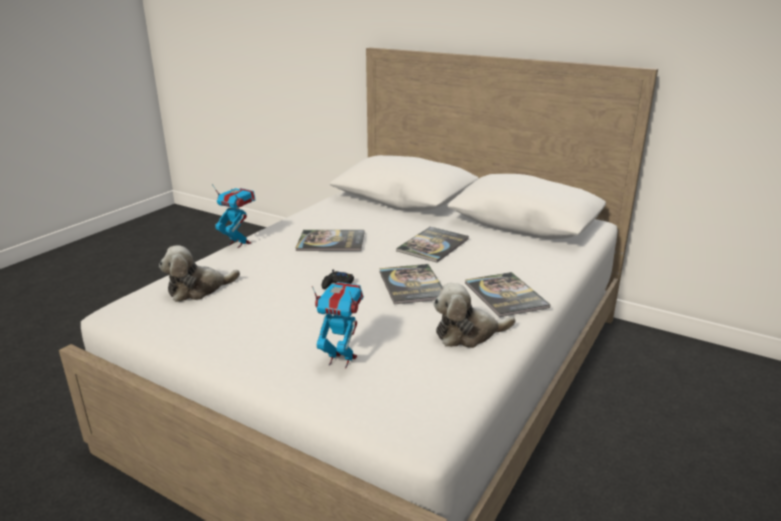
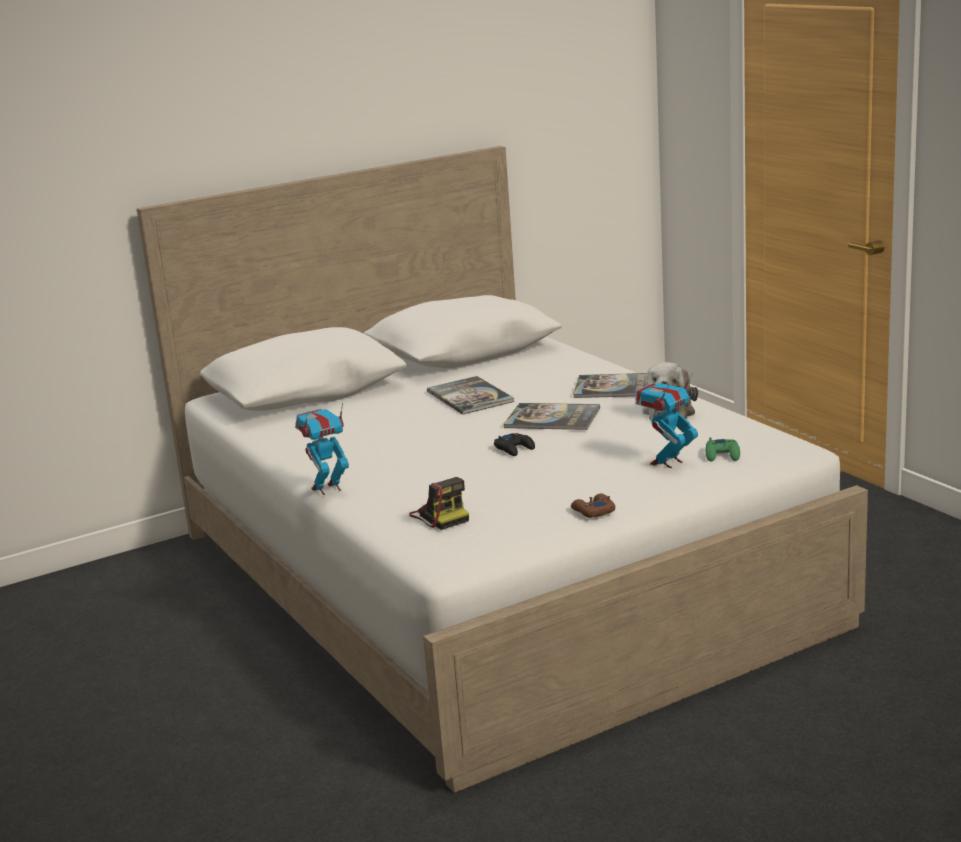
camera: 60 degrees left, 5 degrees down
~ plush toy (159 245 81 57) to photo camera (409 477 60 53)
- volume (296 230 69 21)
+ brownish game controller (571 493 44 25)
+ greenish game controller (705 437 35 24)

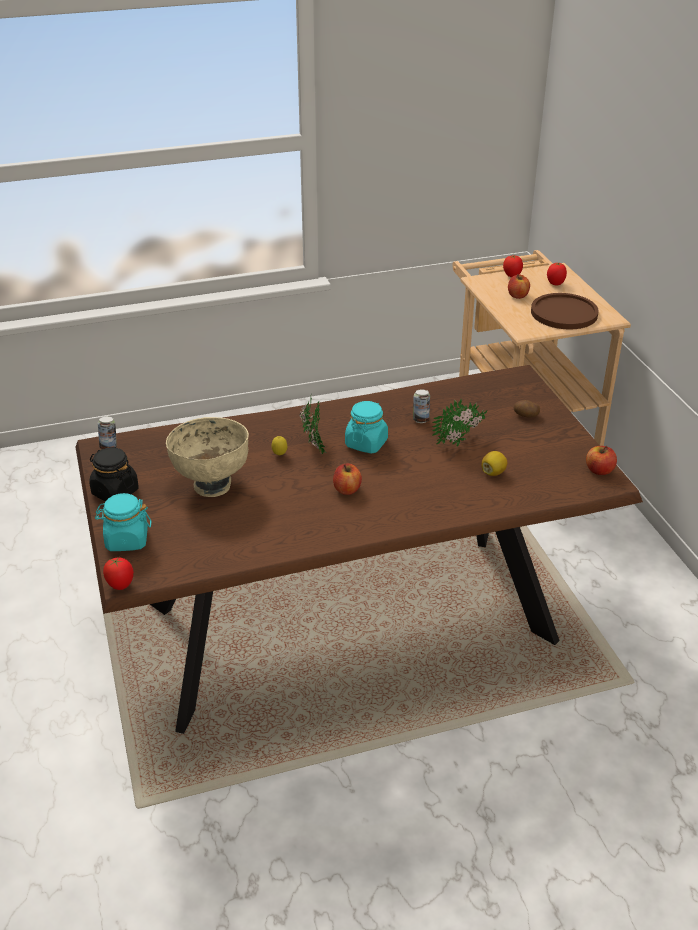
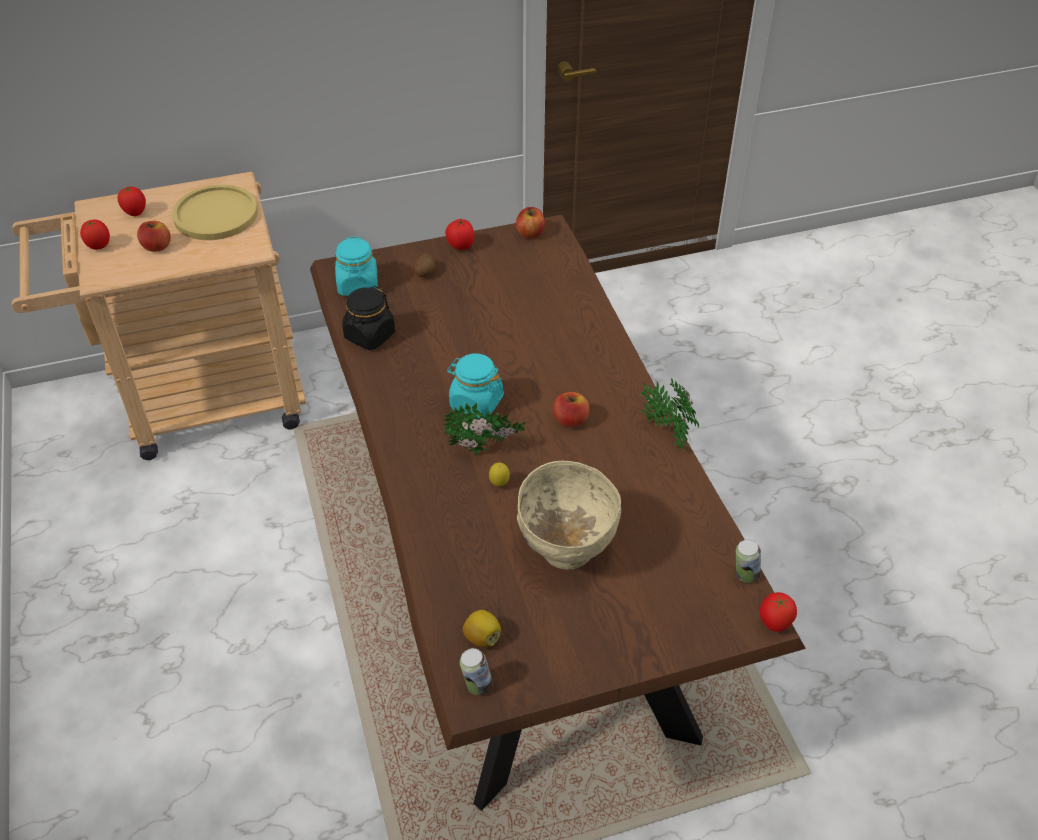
camera: 90 degrees left, 10 degrees up
~ blackish storage jar (89 447 50 54) to (342 286 53 64)
~ blue-green storage jar (95 493 56 58) to (335 236 42 60)
~ metal can (413 389 17 34) to (736 539 25 44)
~ potted plant (432 399 55 48) to (640 378 59 73)
~ citrus fruit (481 451 26 25) to (463 610 38 37)
~ brownish flat dish (531 293 68 36) to yellow flat dish (172 185 86 55)
+ whole tomato (445 218 30 32)

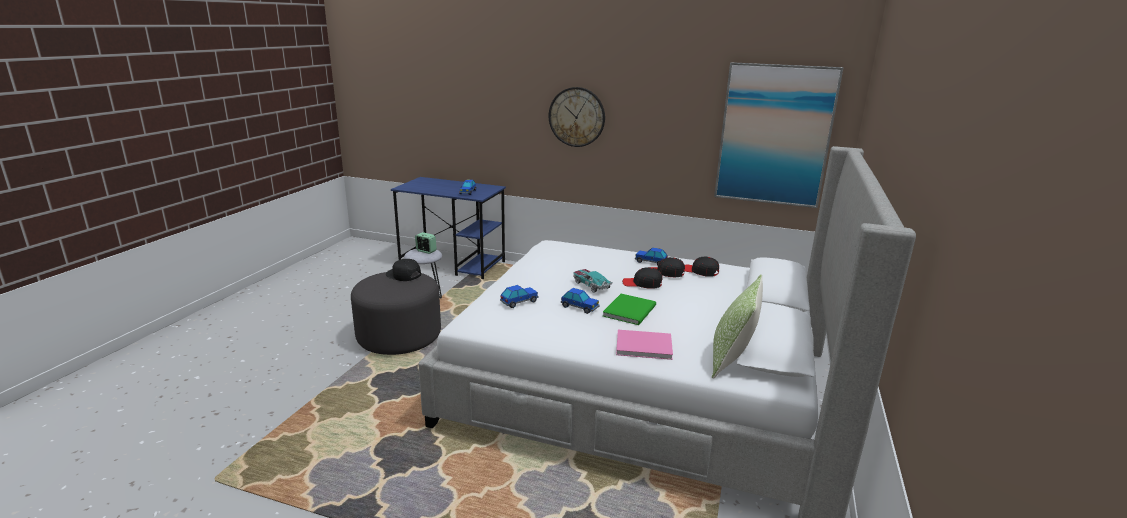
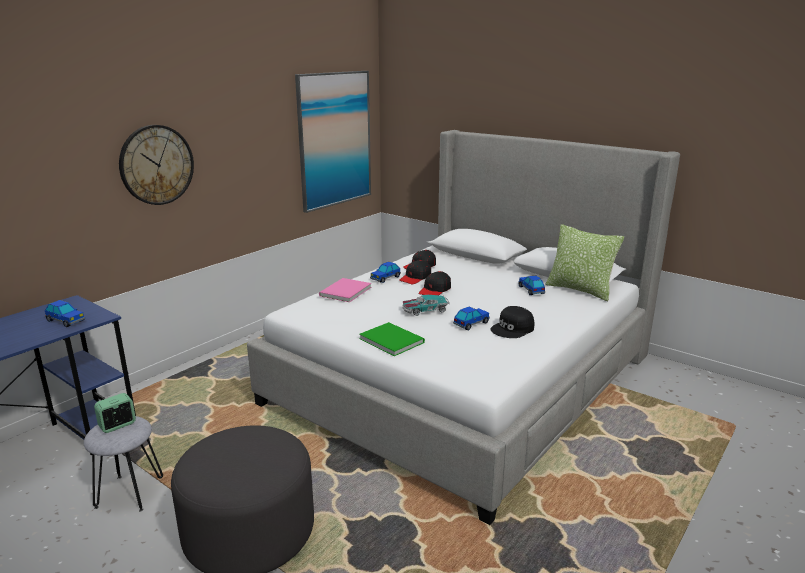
camera: 70 degrees left, 0 degrees up
~ blackish cap (386 259 35 22) to (490 306 44 32)
~ miniature car (500 285 38 23) to (518 276 27 19)
~ greenish volume (603 294 53 31) to (359 322 66 34)
~ pink volume (616 330 57 30) to (319 278 52 24)

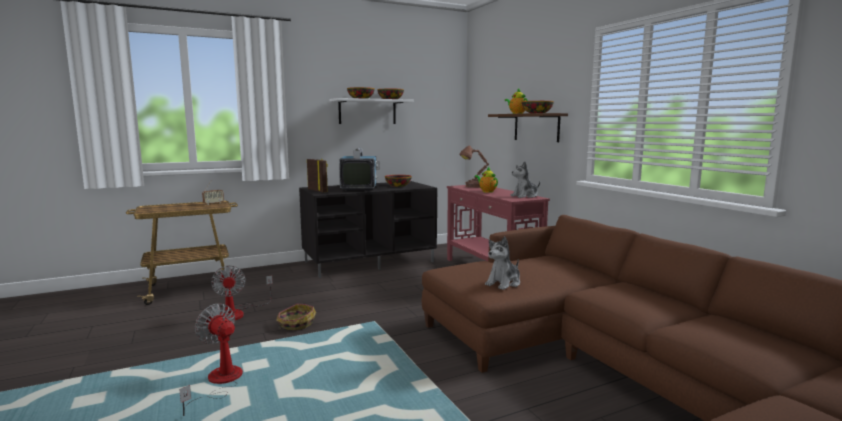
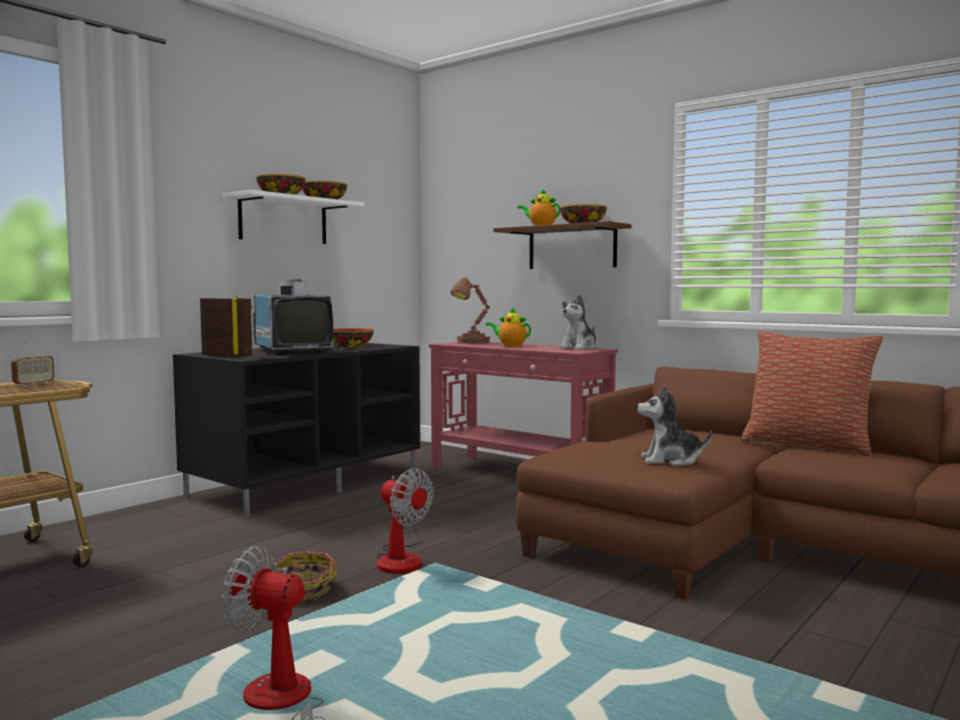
camera: 25 degrees left, 5 degrees down
~ fan (211 266 62 54) to (376 468 58 106)
~ plush toy (485 236 35 54) = (637 385 75 81) 75 degrees clockwise
+ throw pillow (741 331 142 125)

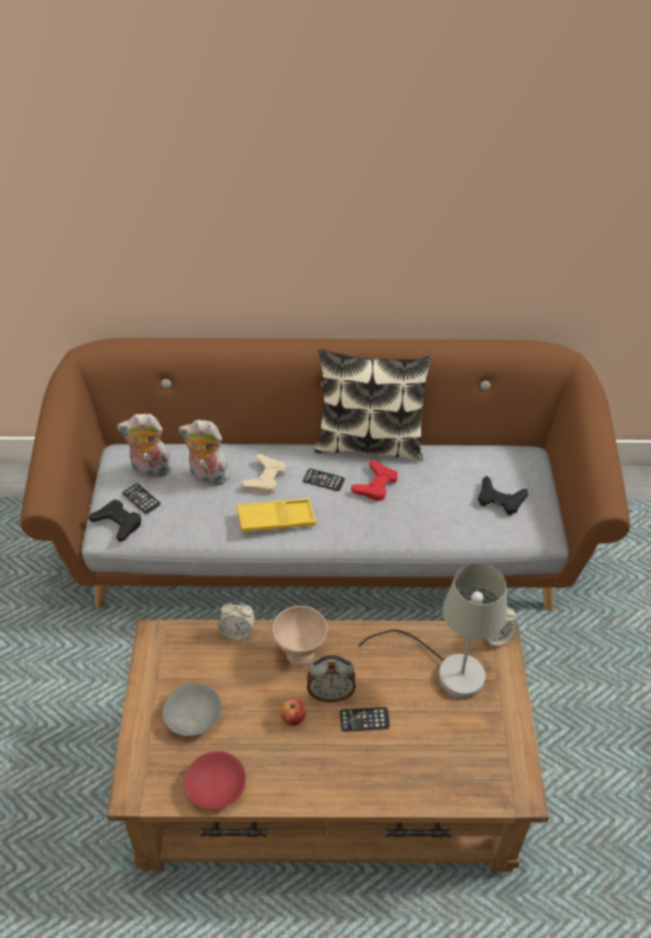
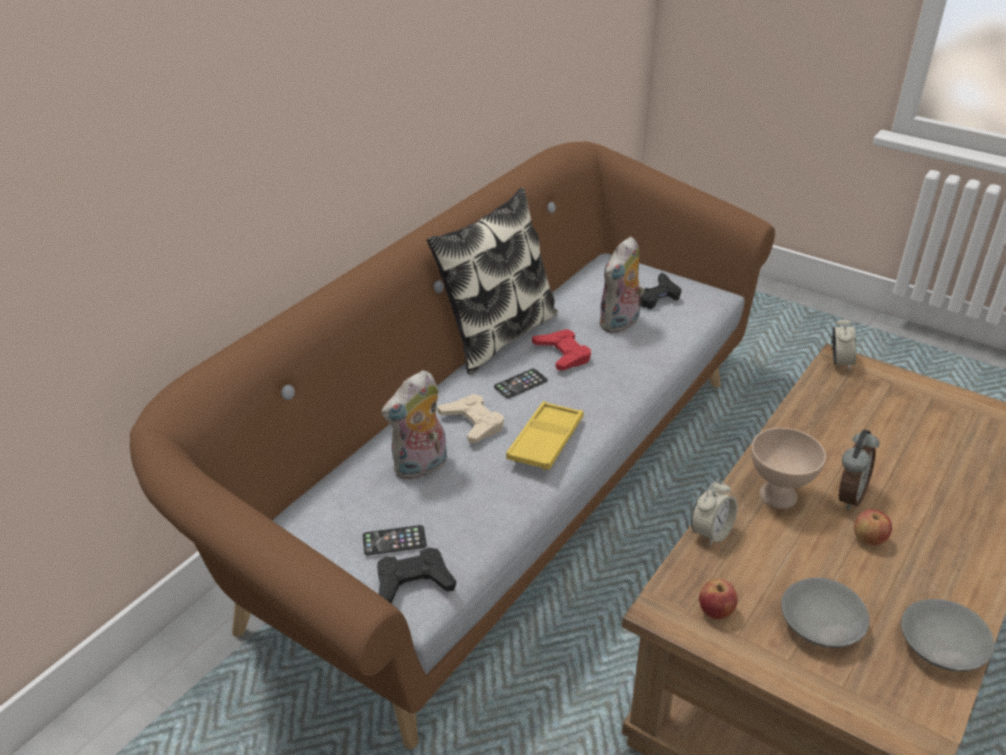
camera: 55 degrees left, 10 degrees down
~ plush toy (117 414 55 64) to (598 237 46 96)
~ red bowl (183 751 63 59) to gray bowl (901 599 93 72)
- telephone (340 707 50 25)
- gray lamp for a table (359 563 148 136)
+ apple fruit (699 579 39 41)

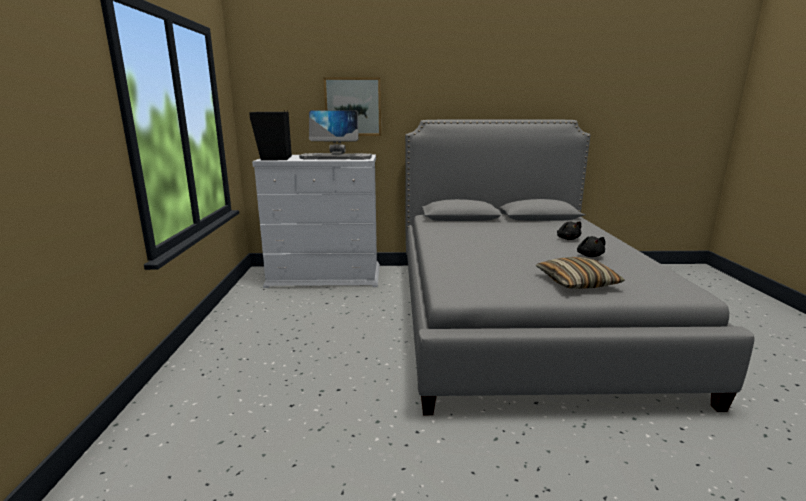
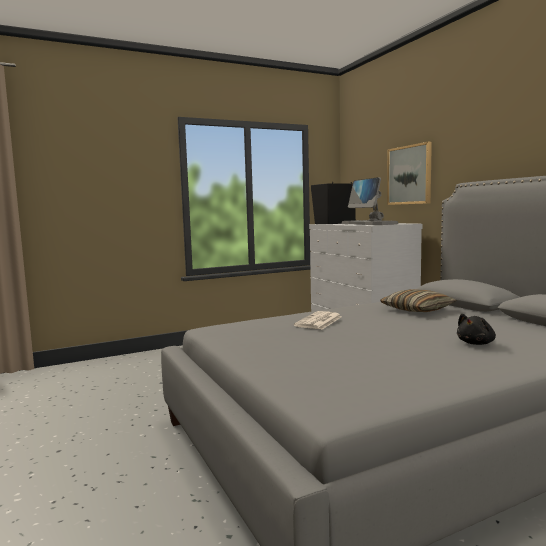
camera: 65 degrees right, 10 degrees down
~ throw pillow (535 257 90 32) to (380 289 77 23)
- blackish plush toy (577 236 28 21)
+ daily paper (294 311 48 18)

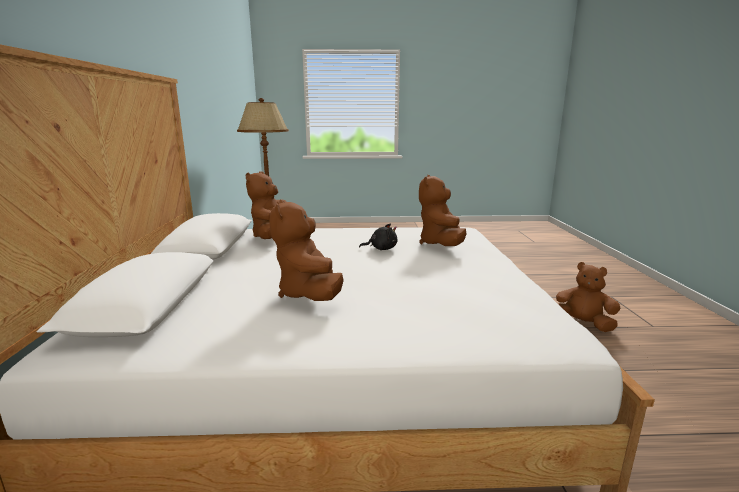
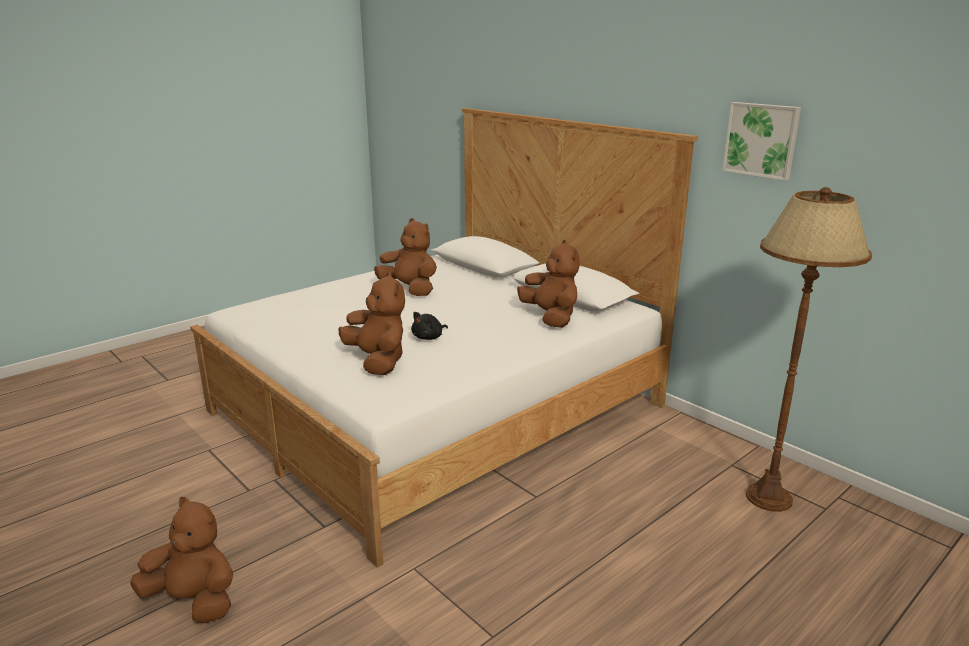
camera: 140 degrees right, 5 degrees up
~ brownish plush toy (556 262 64 70) = (130 497 103 126) 150 degrees counterclockwise
+ picture (722 102 79 79)

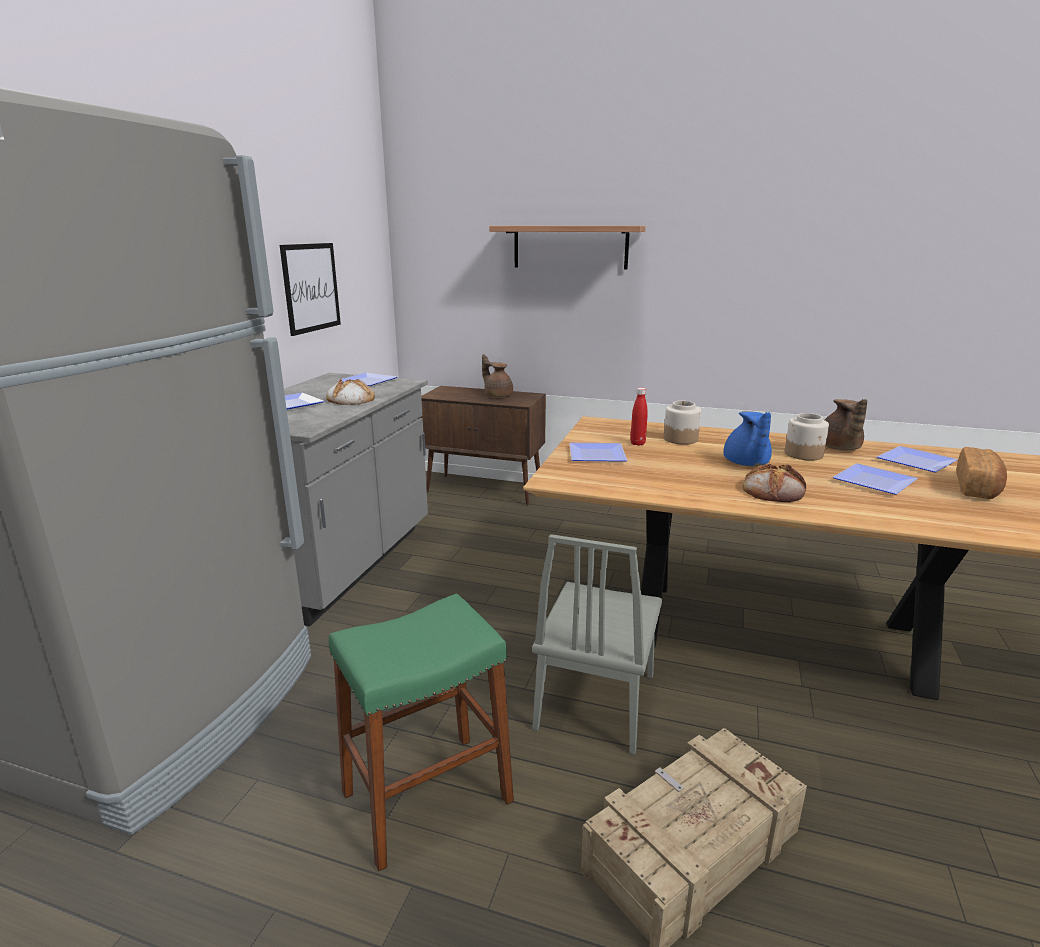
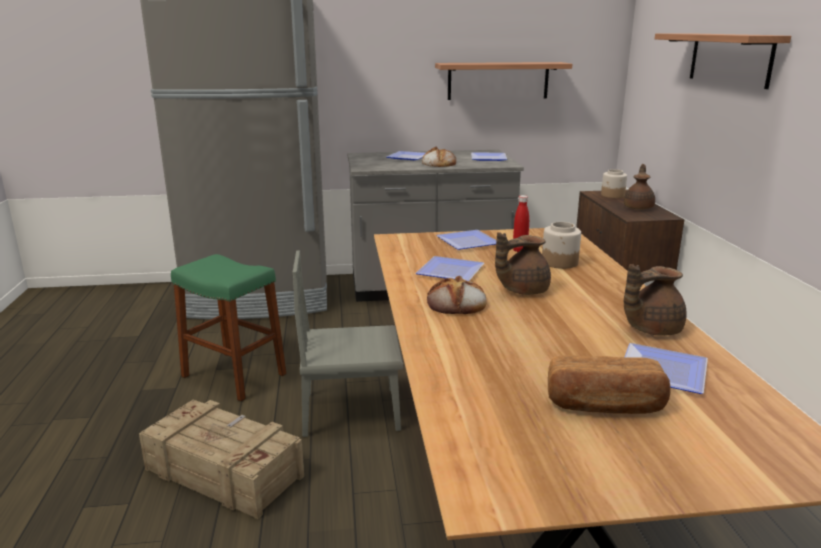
camera: 65 degrees right, 0 degrees up
~ picture (280 243 61 93) to bracket shelf (435 62 137 38)
~ bluish teapot (723 411 49 55) to brownish teapot (495 232 56 63)
~ storage jar (785 413 44 47) to (601 169 26 29)
~ flat dish (833 463 85 32) to (416 256 68 25)

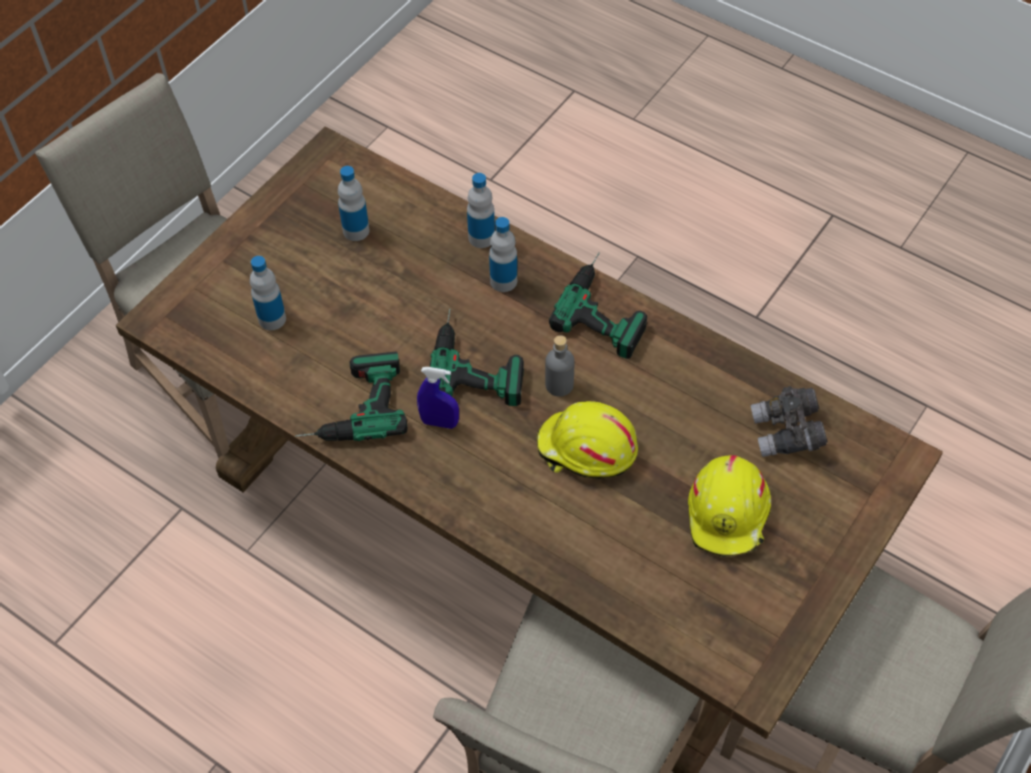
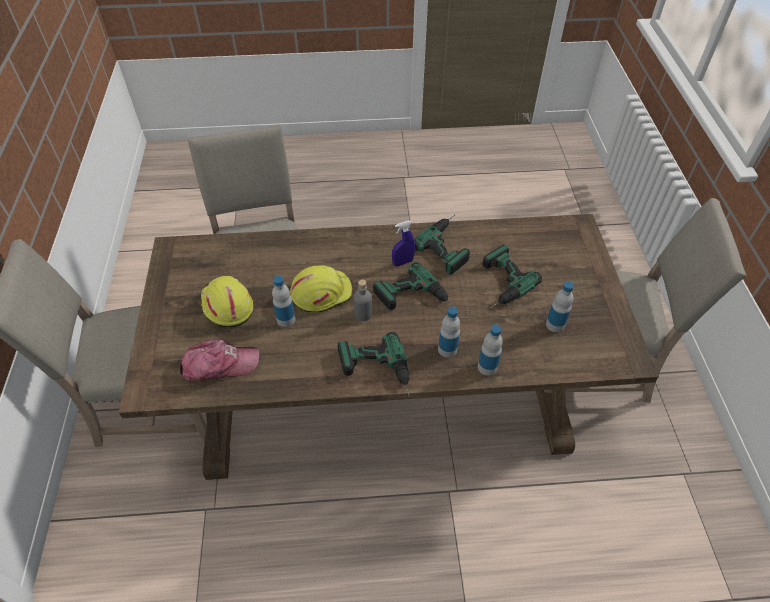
camera: 140 degrees right, 5 degrees down
~ bottle (250 256 36 74) to (272 276 23 51)
~ gray pair of binoculars (750 386 78 71) to cap (179 339 80 42)
+ power drill (482 244 60 65)

